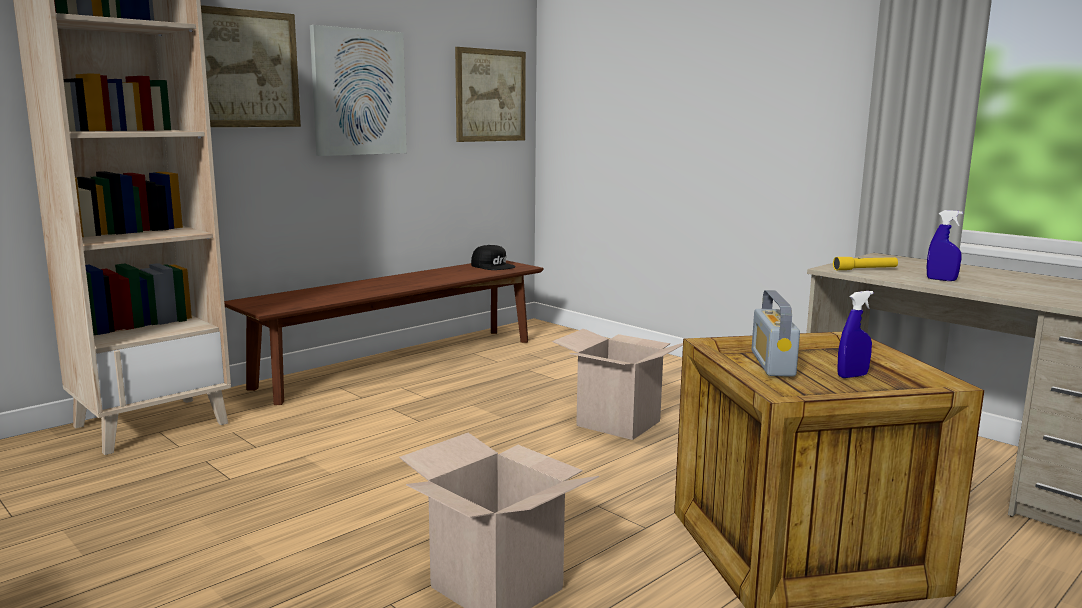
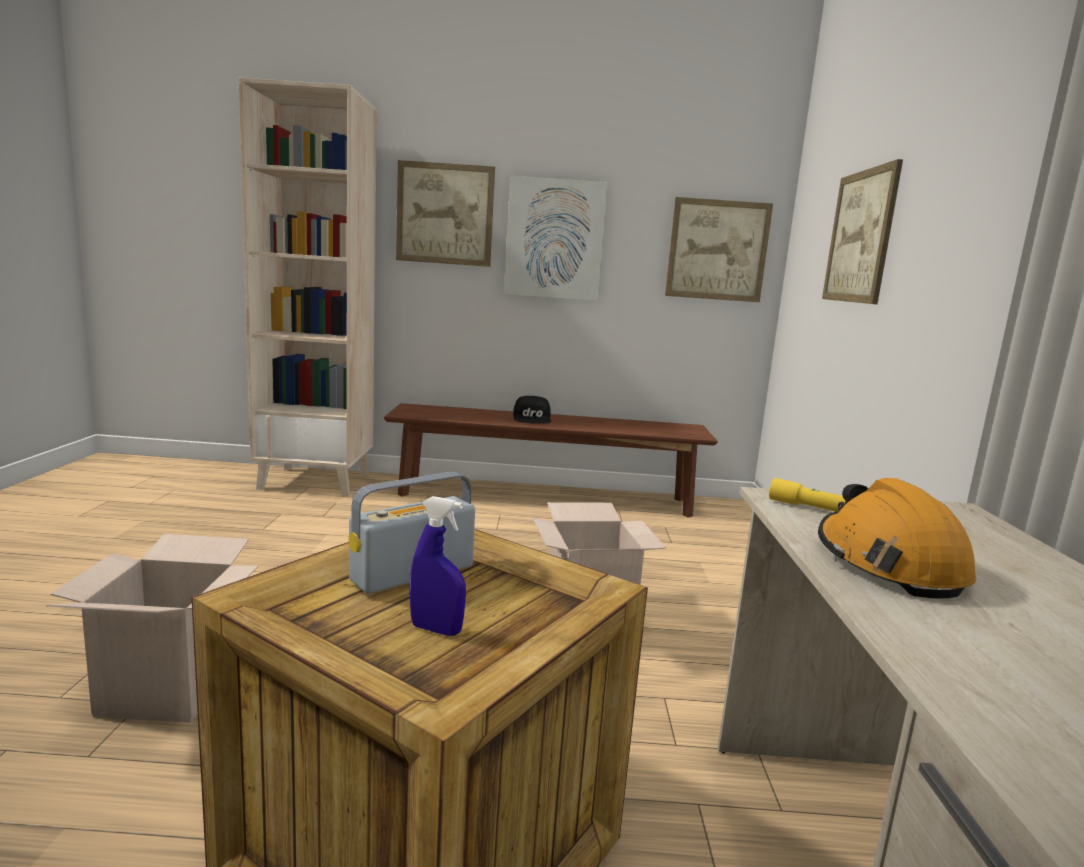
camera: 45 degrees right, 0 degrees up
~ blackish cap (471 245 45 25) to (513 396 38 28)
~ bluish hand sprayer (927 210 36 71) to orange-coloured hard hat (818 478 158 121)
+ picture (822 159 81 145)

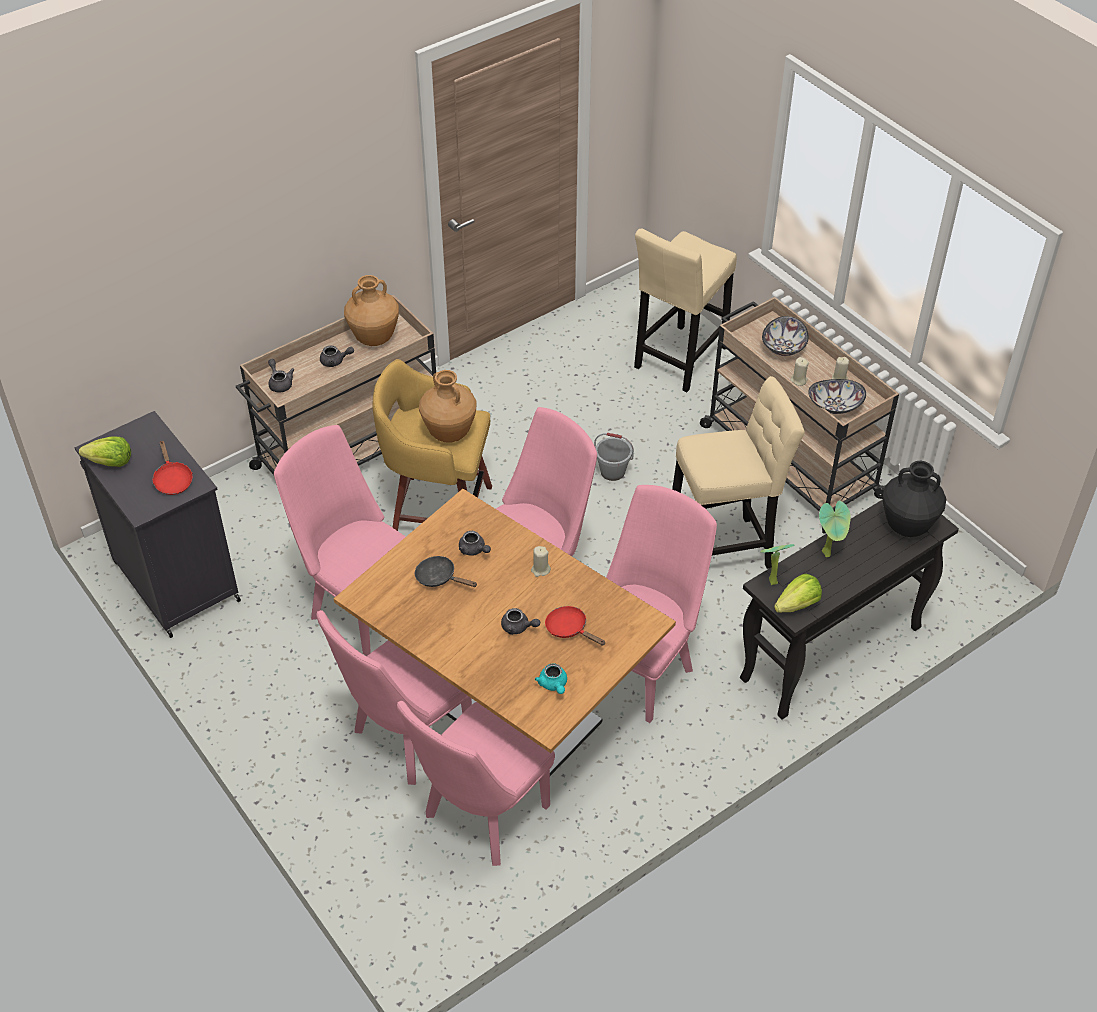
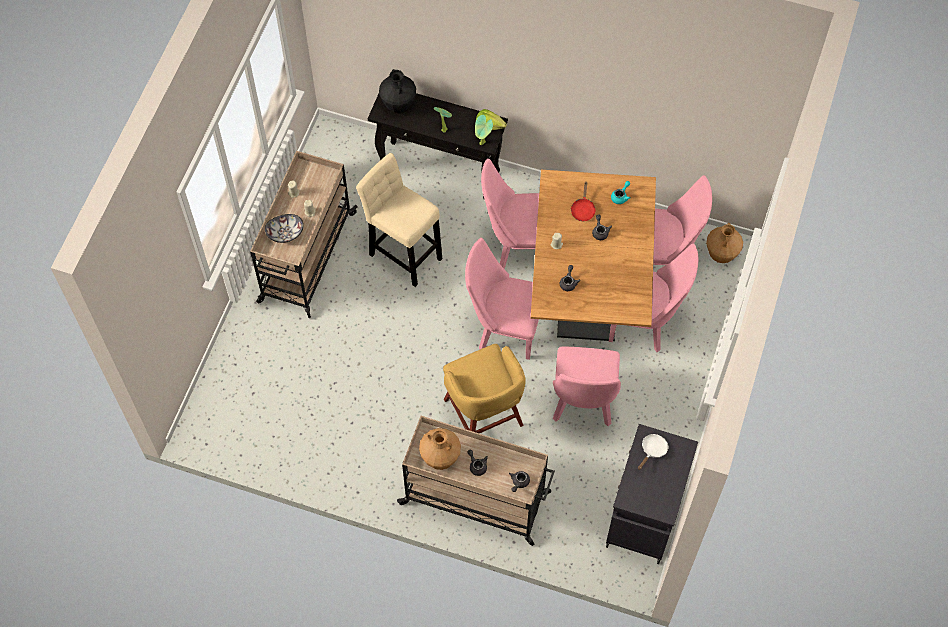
camera: 125 degrees left, 15 degrees up
- lettuce (79 437 52 30)
~ red skillet (153 441 40 54) to white skillet (638 434 30 36)
- blackish skillet (415 556 62 31)
~ brownish vase (419 370 58 72) to (706 223 37 40)
- gray bucket (594 433 40 48)
- beige stool seat (634 229 103 163)
- bowl (808 379 58 35)

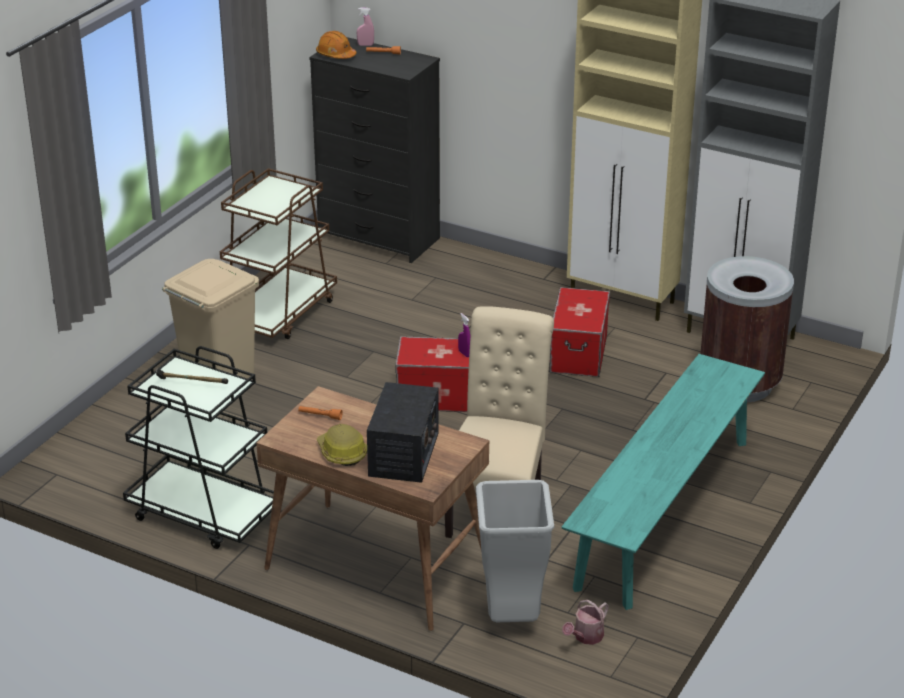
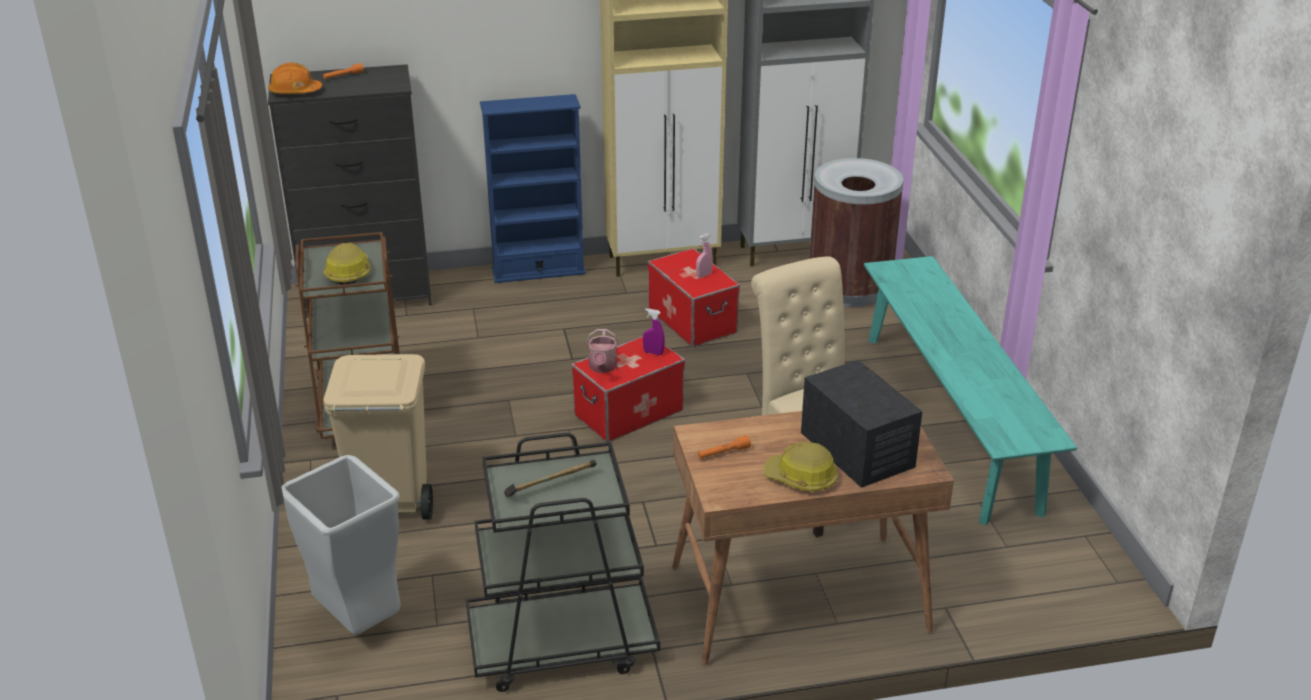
camera: 40 degrees left, 0 degrees up
~ pink hand sprayer (357 8 17 38) to (696 233 17 45)
~ gray waste bin (476 480 78 142) to (281 455 120 179)
~ sprinkling can (562 600 47 45) to (586 329 33 44)
+ hard hat (323 243 47 42)
+ bluish shelving unit (480 94 106 189)

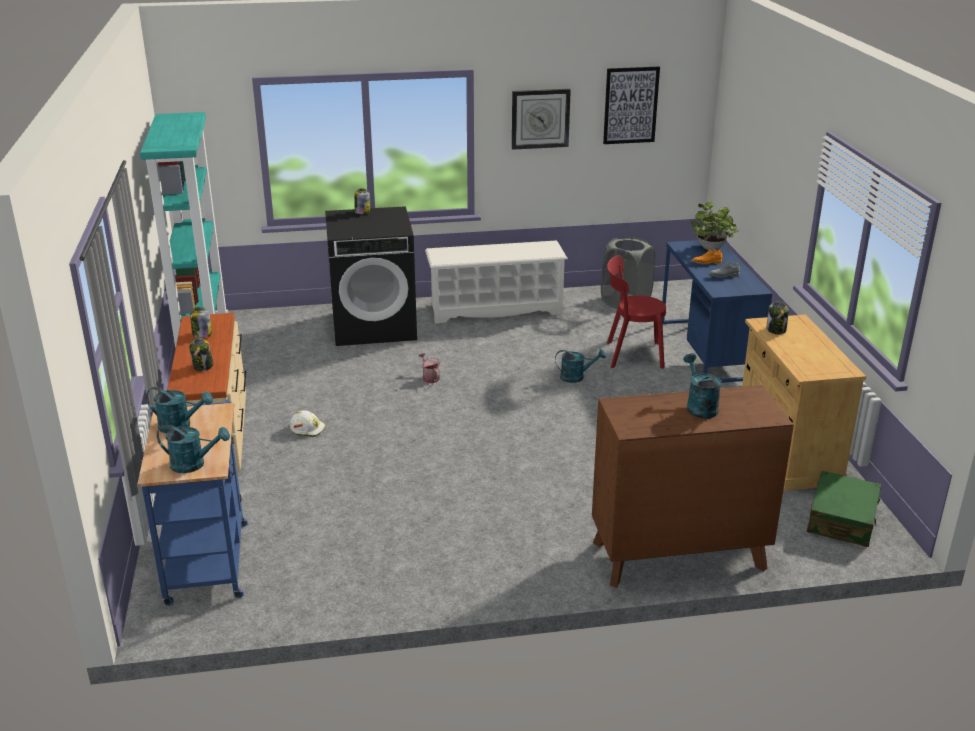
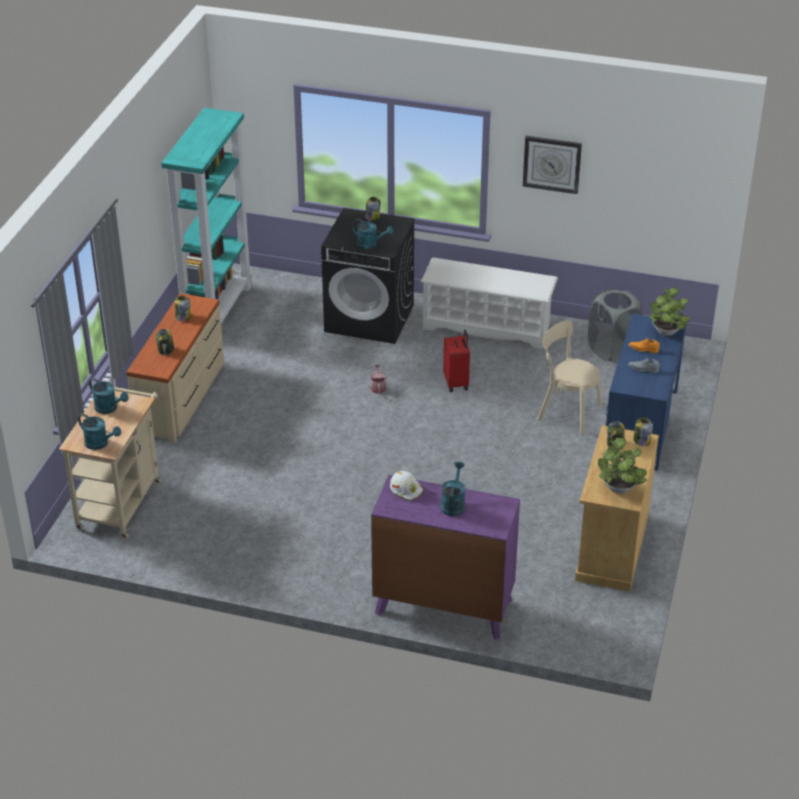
camera: 25 degrees right, 10 degrees up
~ bluish trolley (137 400 111 206) to beige trolley (59 387 103 152)
~ white hard hat (290 410 35 27) to (390 471 33 30)
~ blue-green sprinkling can (555 349 51 34) to (352 219 42 31)
~ brownish drawer chest (592 385 202 203) to purplish drawer chest (371 475 149 165)
- picture (603 67 57 77)
~ red plain chair (607 255 59 114) to beige plain chair (537 321 65 113)
- greenish travel case (807 471 74 76)
+ red travel case (443 330 27 62)
+ potted plant (598 438 49 56)
+ storage jar (633 417 20 29)

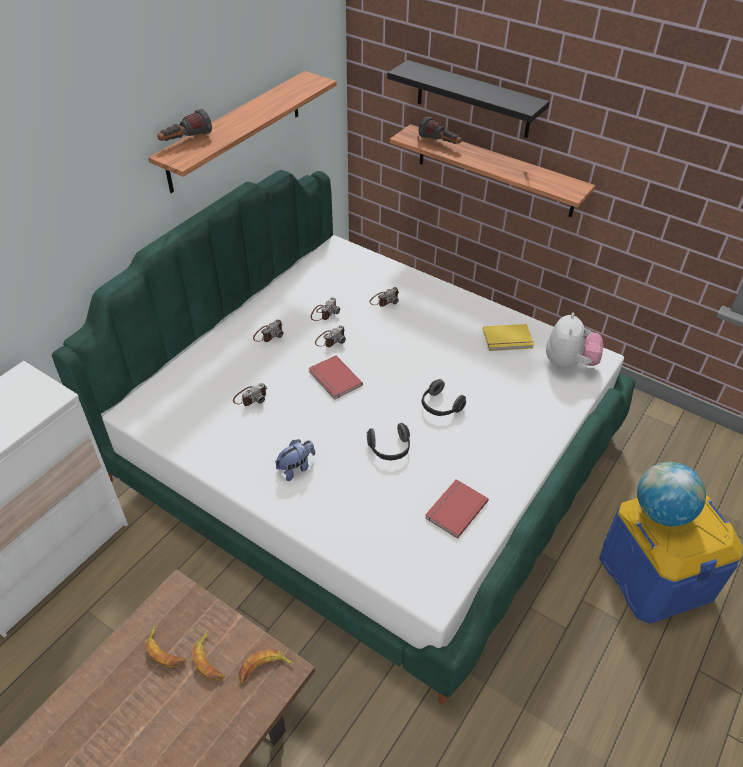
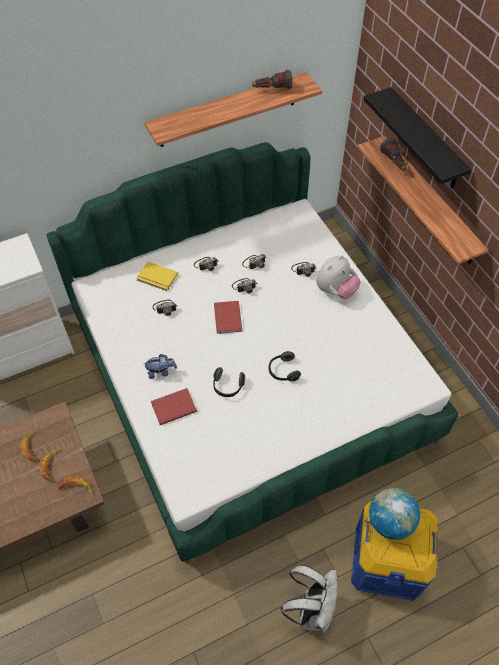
camera: 30 degrees right, 10 degrees up
~ torch (157 109 55 32) to (252 70 41 19)
~ red volume (425 479 64 60) to (151 388 46 37)
~ yellow volume (483 324 51 27) to (136 262 42 29)
~ plush toy (546 312 57 57) to (316 255 45 44)
+ white backpack (281 565 57 68)

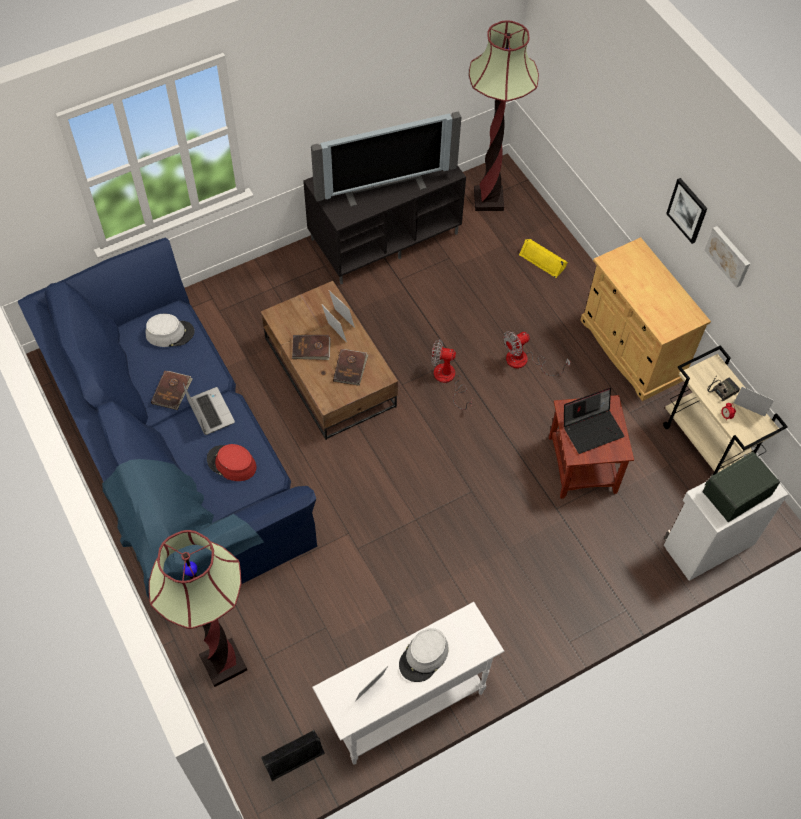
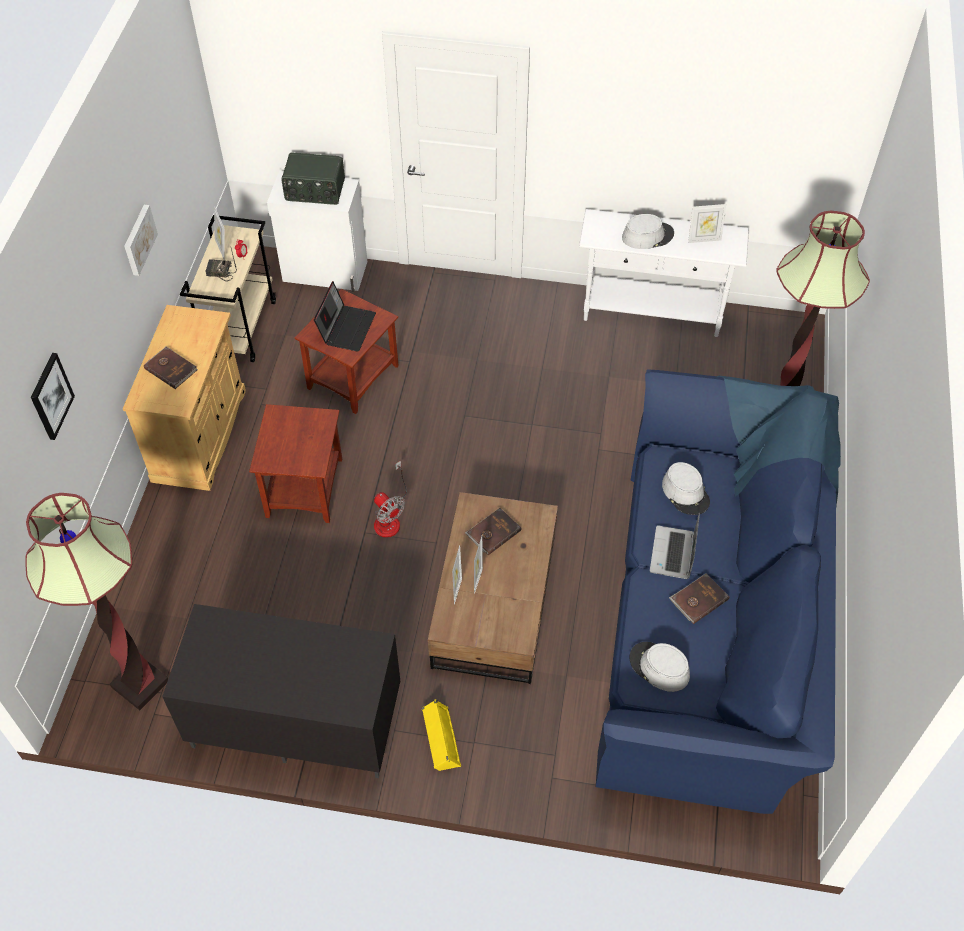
camera: 140 degrees left, 5 degrees down
~ red wearable hat (207 444 50 37) to gray wearable hat (662 462 48 53)
- blackish audio speaker (261 730 64 51)
~ brownish volume (292 335 39 25) to (144 346 54 43)
- TV set (311 112 150 95)
~ fan (503 331 68 45) to brownish side table (249 404 93 119)
~ yellow audio speaker (519 239 49 39) to (422 699 39 72)
~ portable computer (564 388 61 66) = (314 281 62 71) 90 degrees clockwise
~ picture (666 178 41 66) to (31 353 44 87)

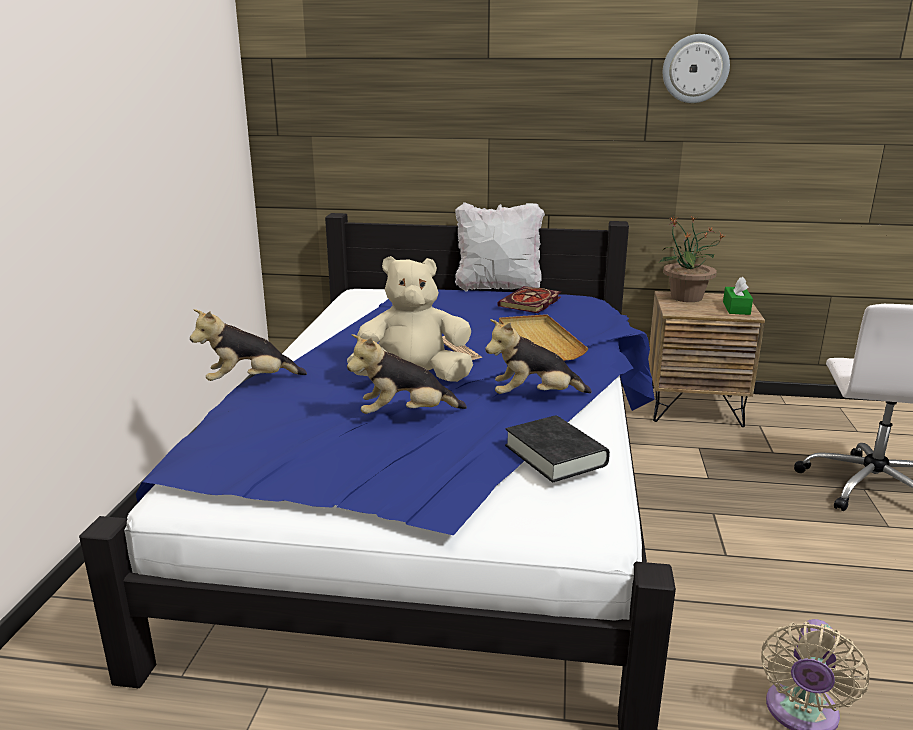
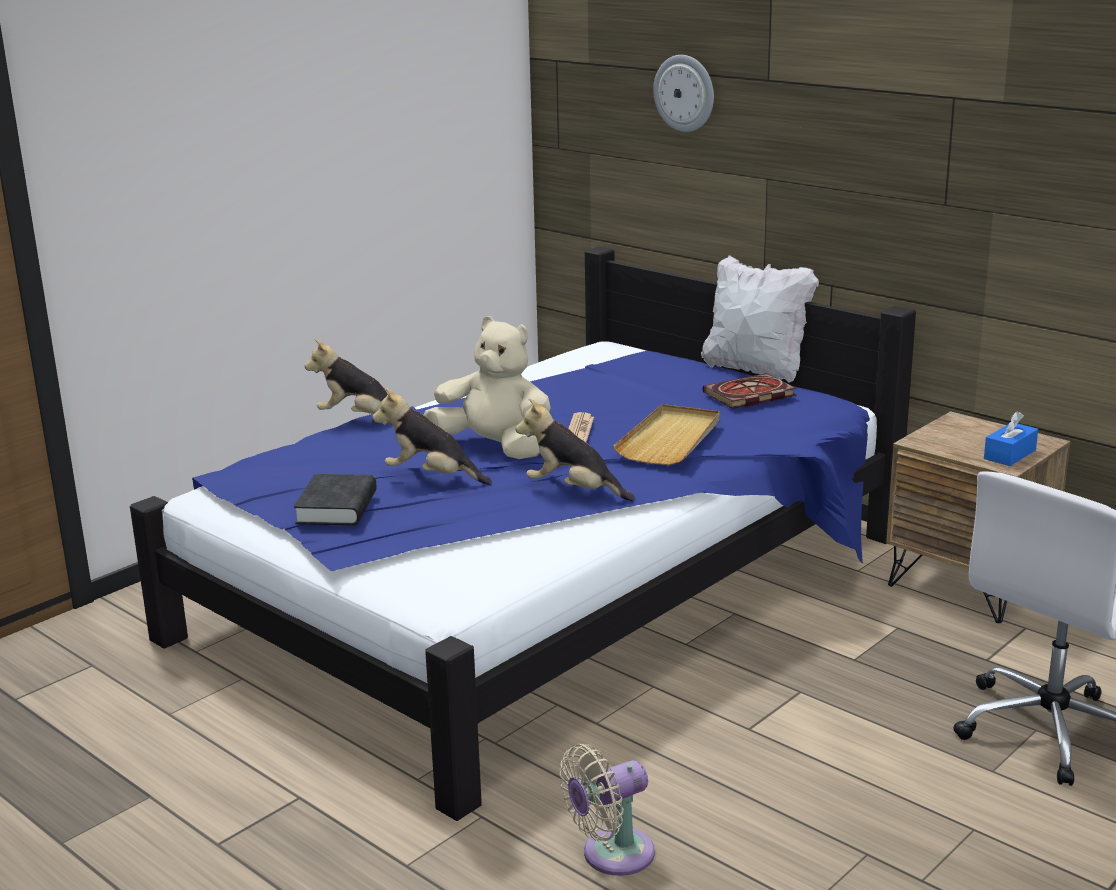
camera: 35 degrees right, 0 degrees up
~ blackish volume (505 415 105 67) to (294 474 83 52)
- potted plant (659 216 66 86)
~ wall clock (663 34 67 69) to (653 55 61 77)
~ greenish tissue holder (723 277 30 38) to bluish tissue holder (984 412 54 54)

